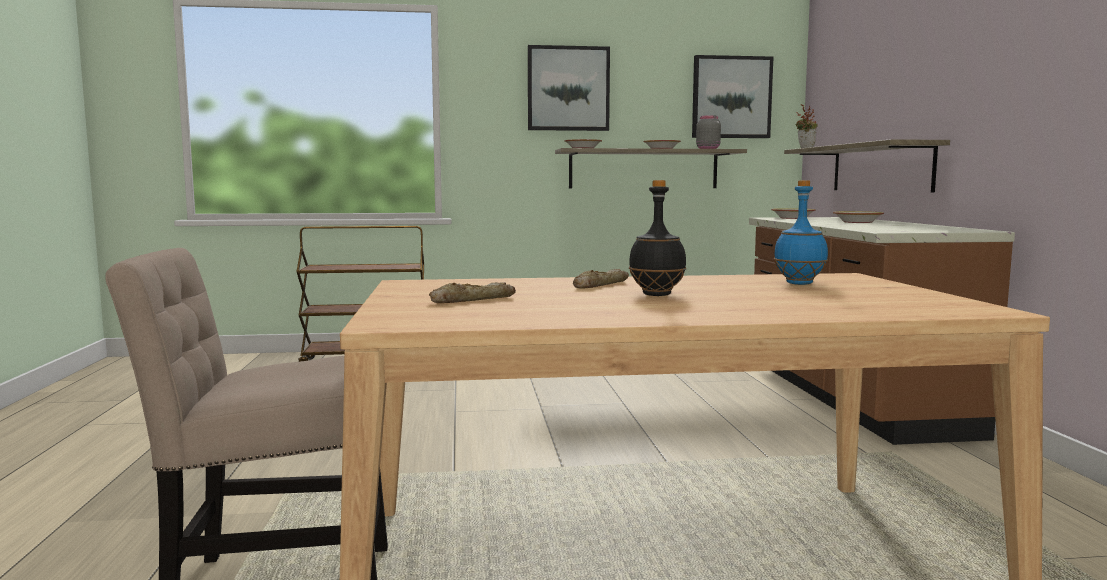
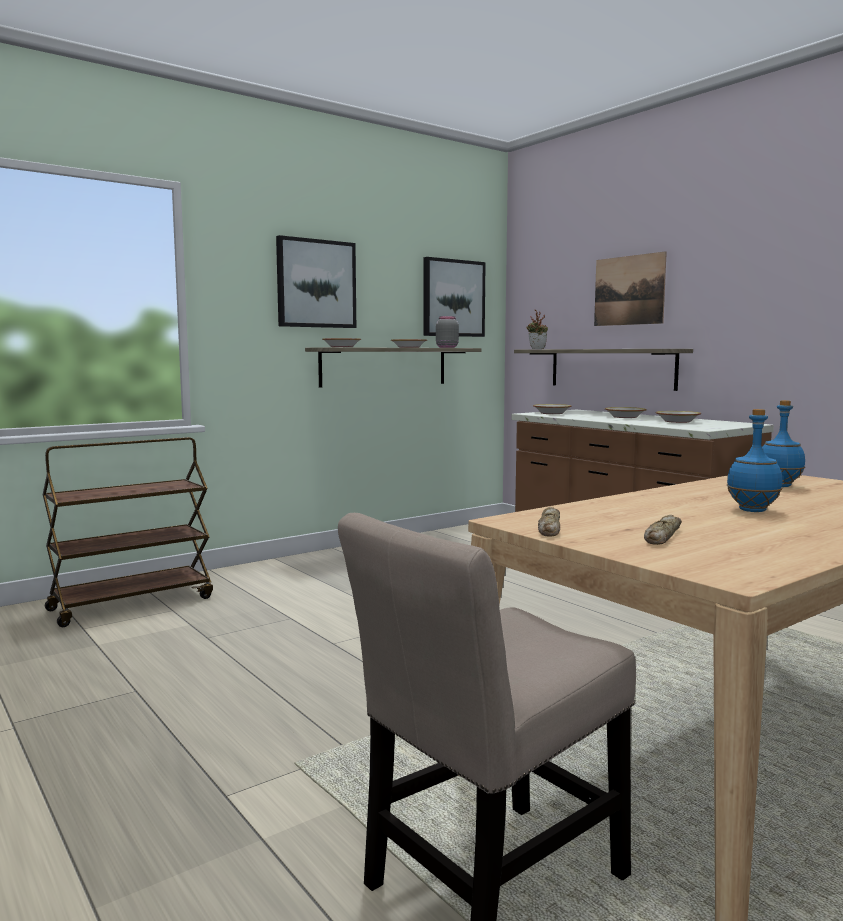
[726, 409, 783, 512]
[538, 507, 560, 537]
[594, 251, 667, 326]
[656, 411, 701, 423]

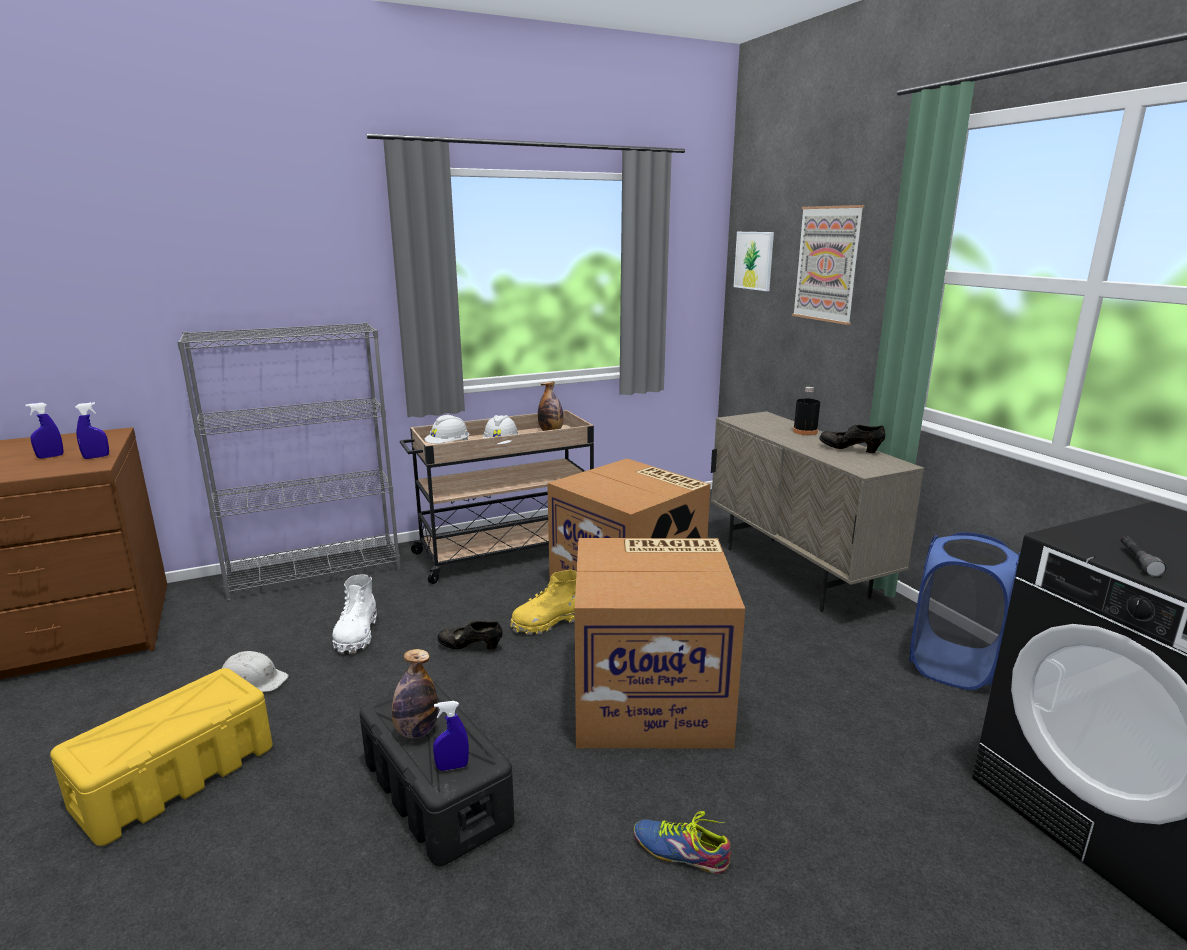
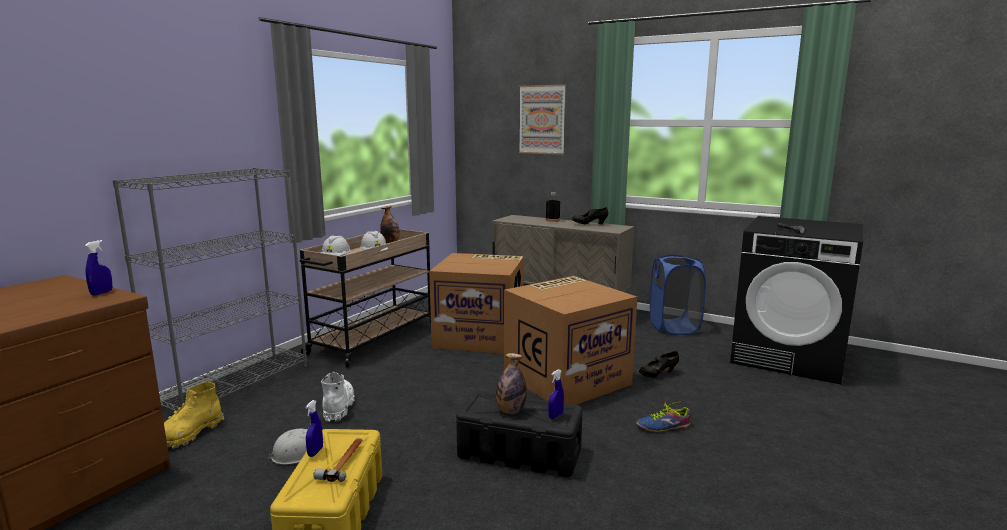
[734, 232, 774, 291] (first image)
[305, 400, 323, 457]
[164, 382, 224, 449]
[321, 372, 355, 422]
[639, 351, 679, 378]
[313, 438, 362, 482]

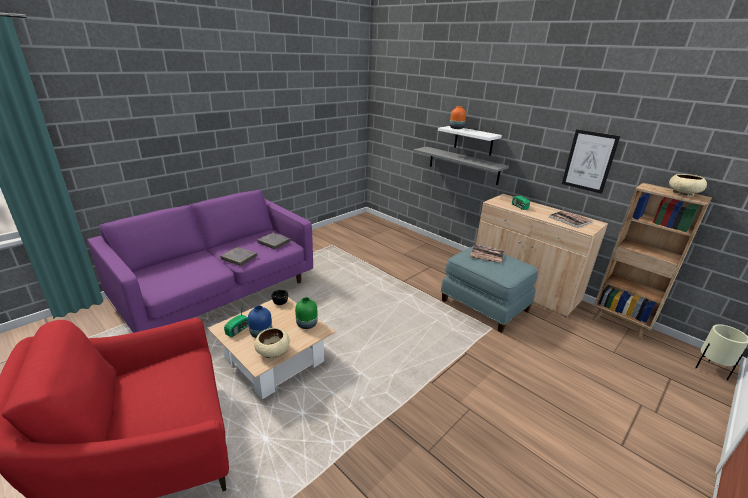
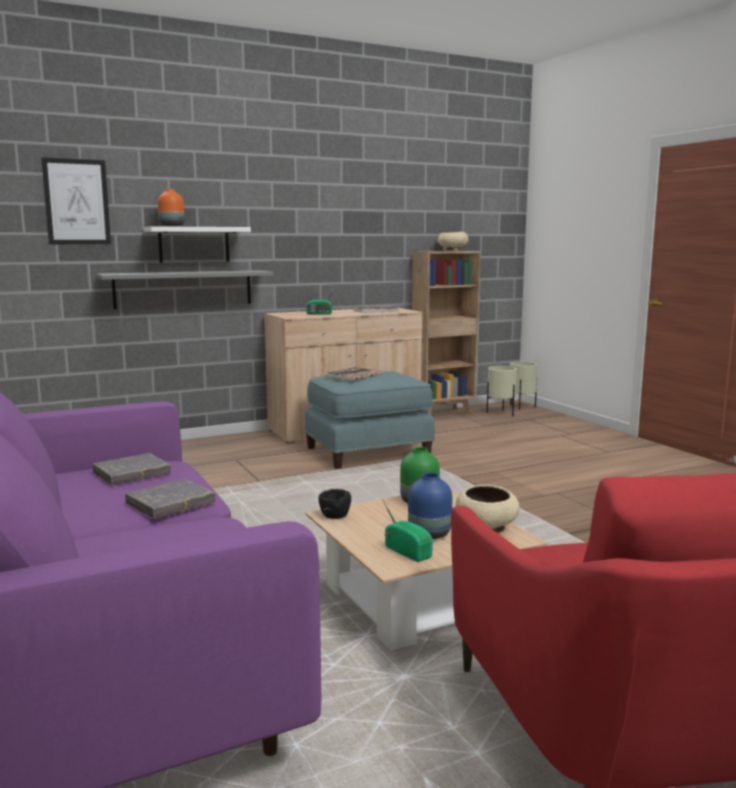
[41, 158, 111, 244]
[487, 366, 517, 416]

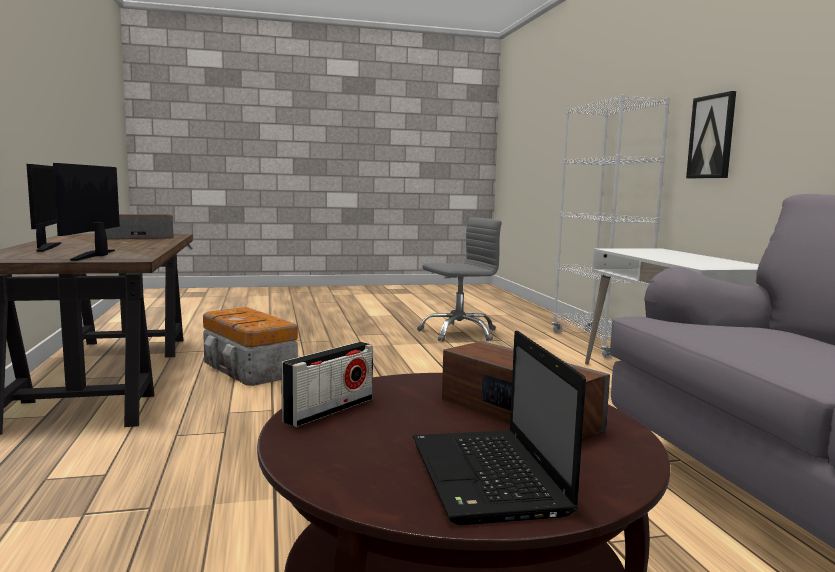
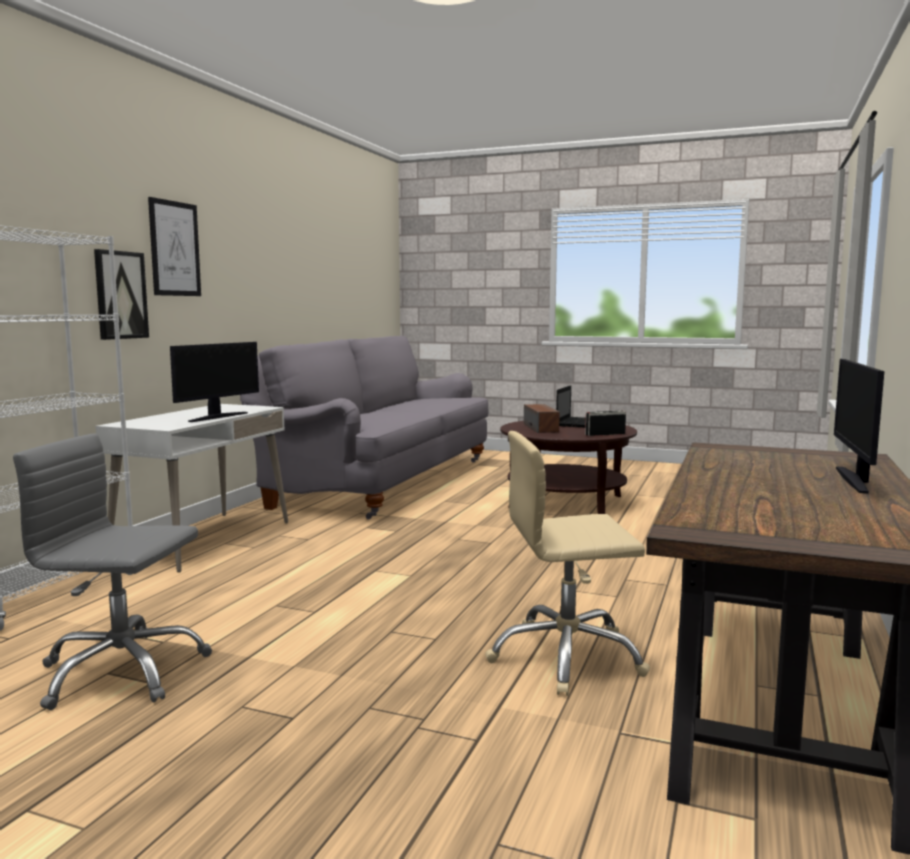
[170, 342, 259, 422]
[105, 214, 173, 239] (first image)
[485, 431, 650, 696]
[148, 197, 201, 296]

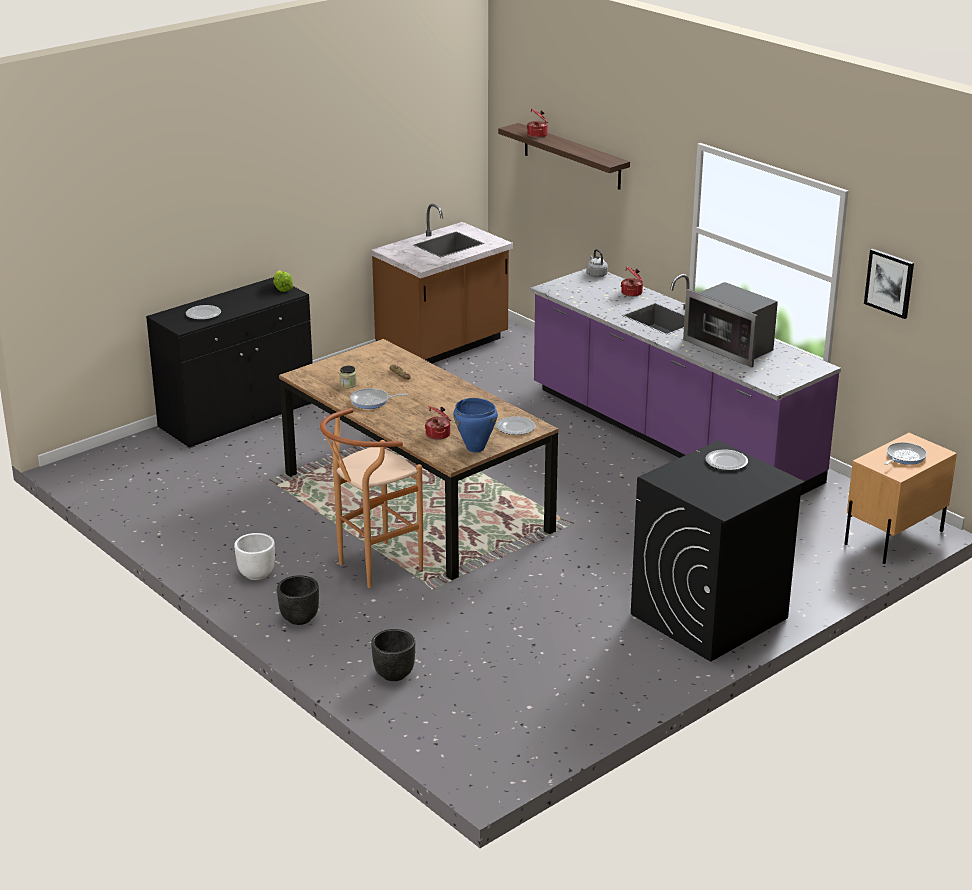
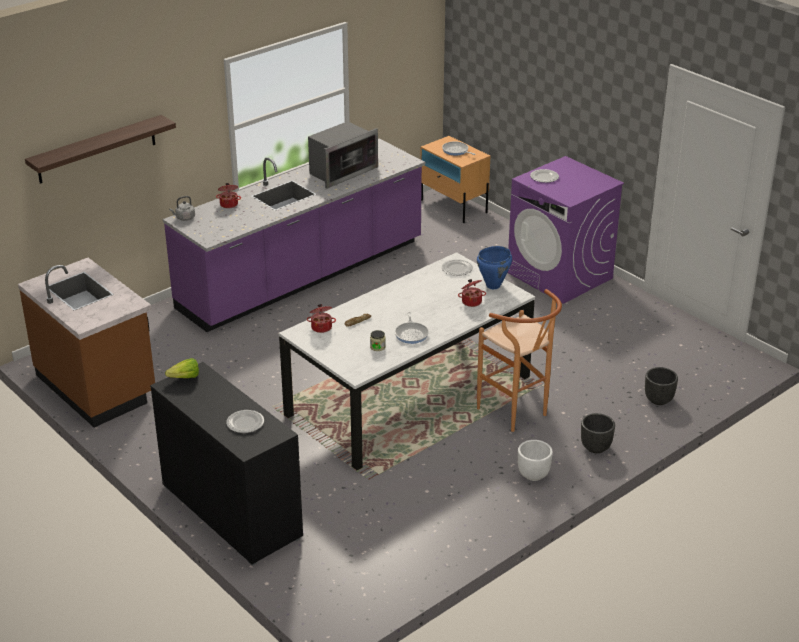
[307, 304, 336, 333]
[864, 249, 914, 319] (first image)
[279, 252, 535, 471]
[507, 156, 624, 304]

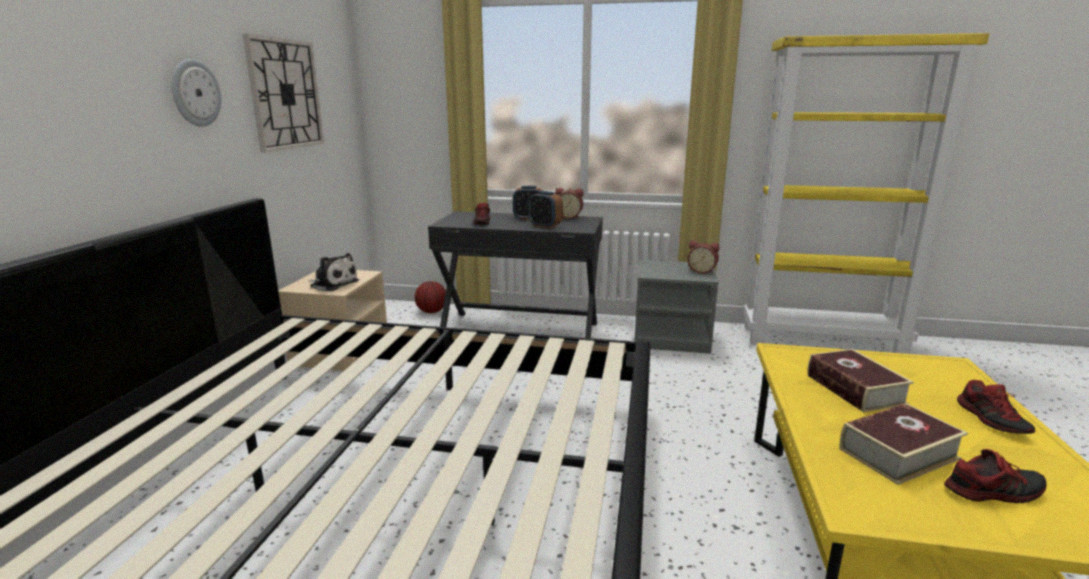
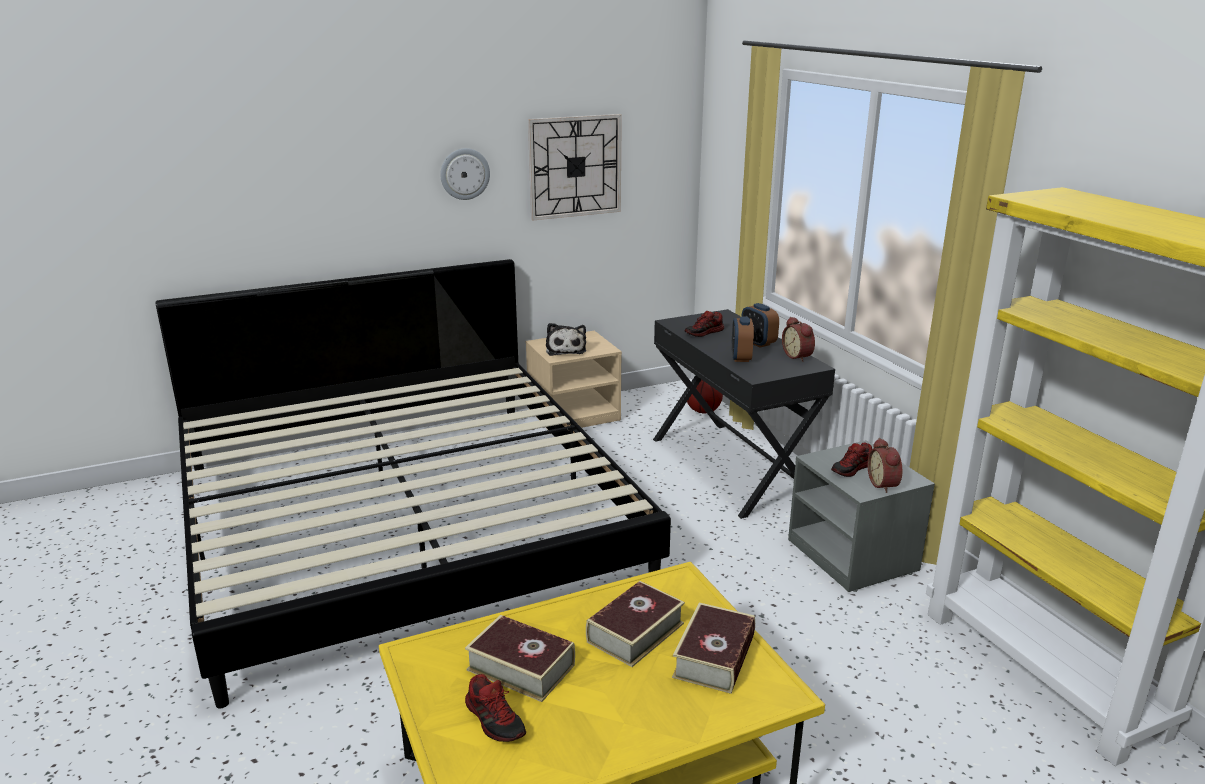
[831, 442, 872, 477]
[672, 602, 755, 694]

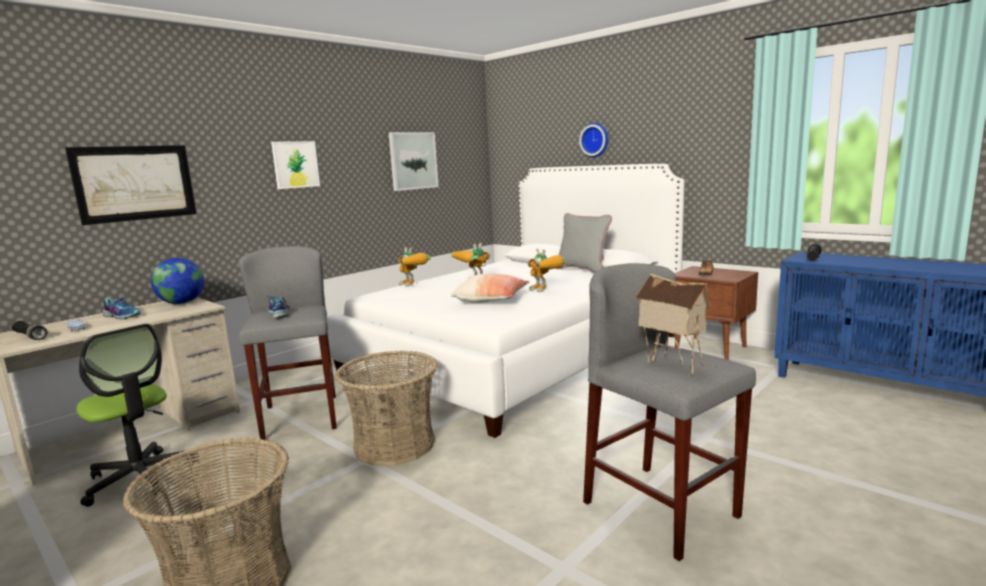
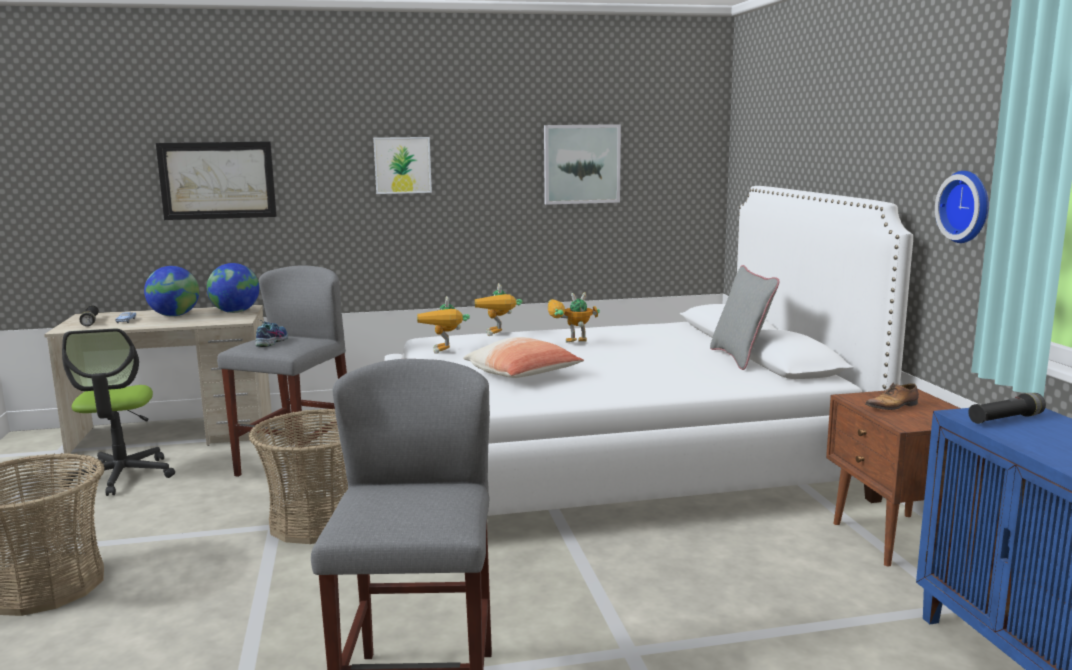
[935, 171, 989, 243]
[417, 296, 470, 354]
[635, 274, 712, 375] (first image)
[144, 266, 199, 317]

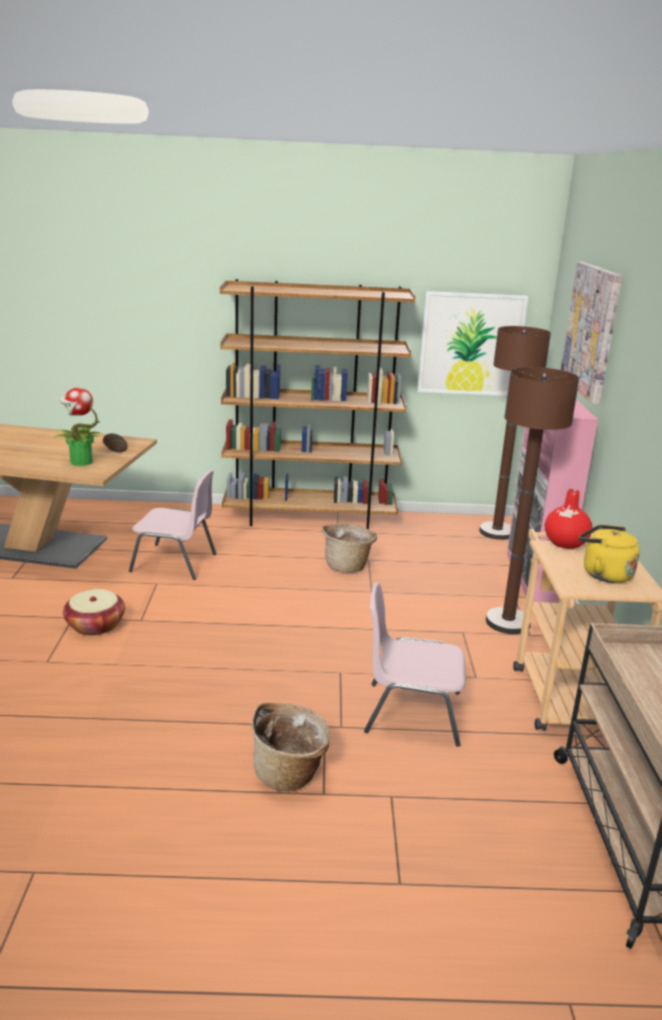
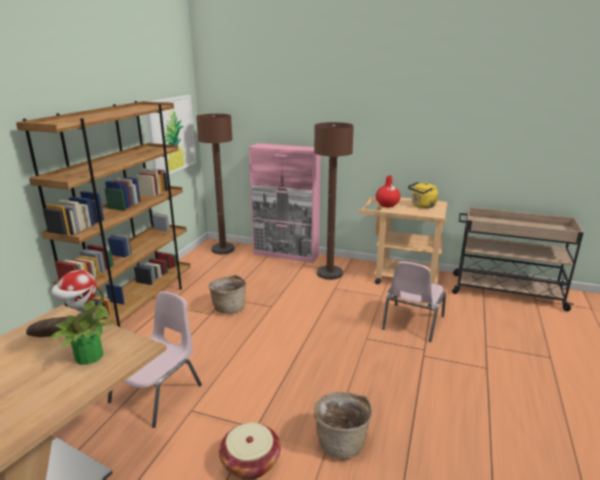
[561, 262, 623, 404] (first image)
[313, 392, 372, 459]

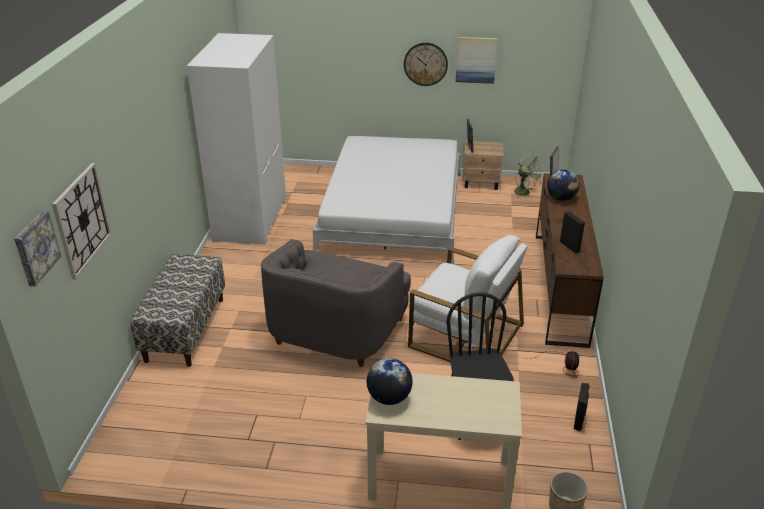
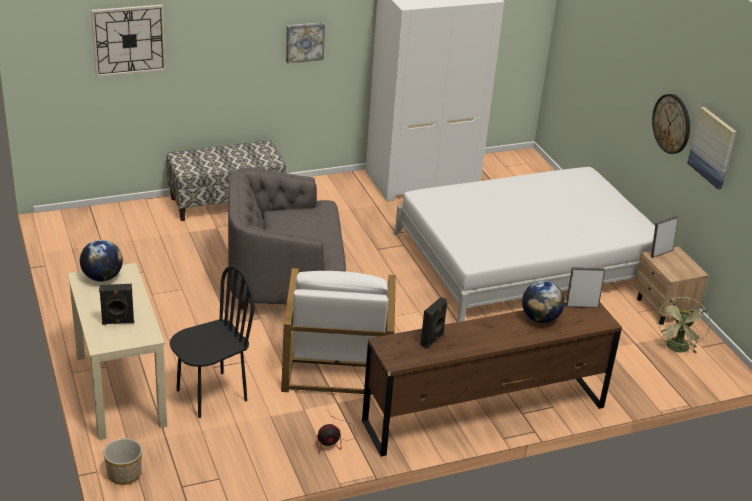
[286, 22, 325, 63]
[99, 284, 134, 325]

